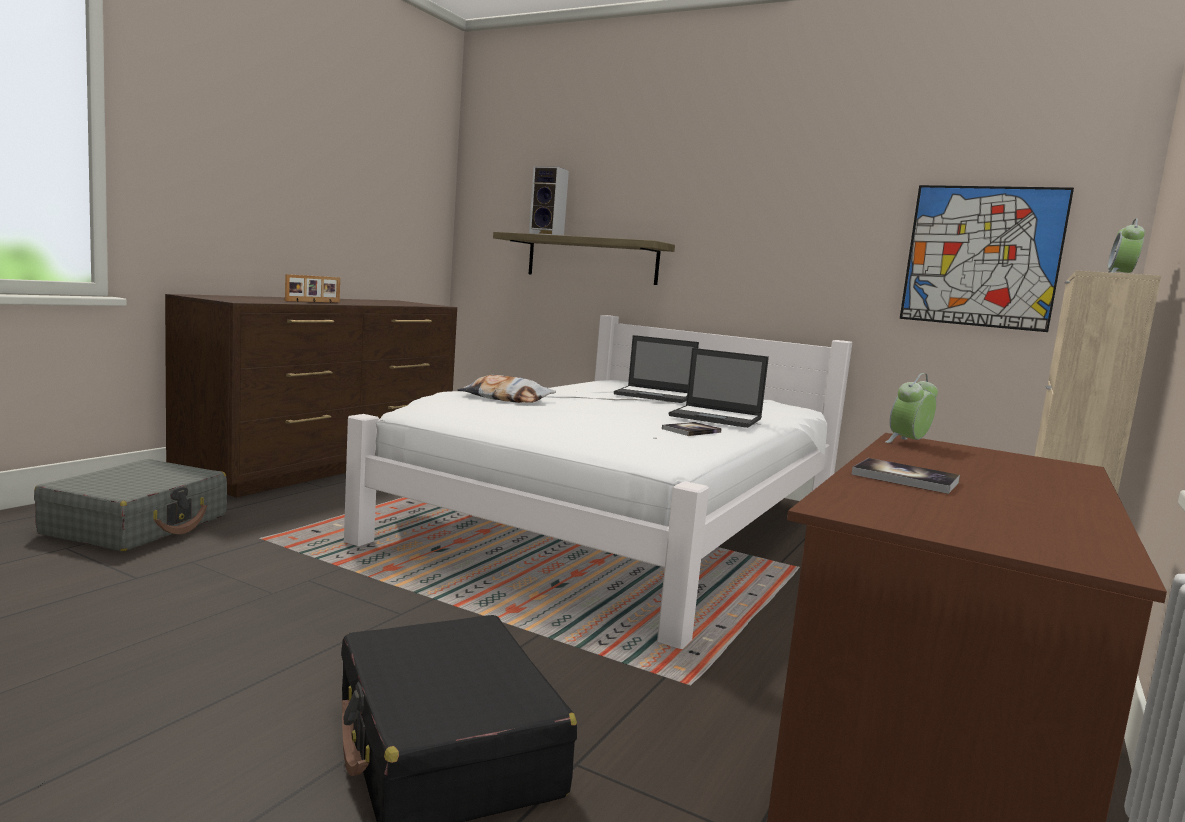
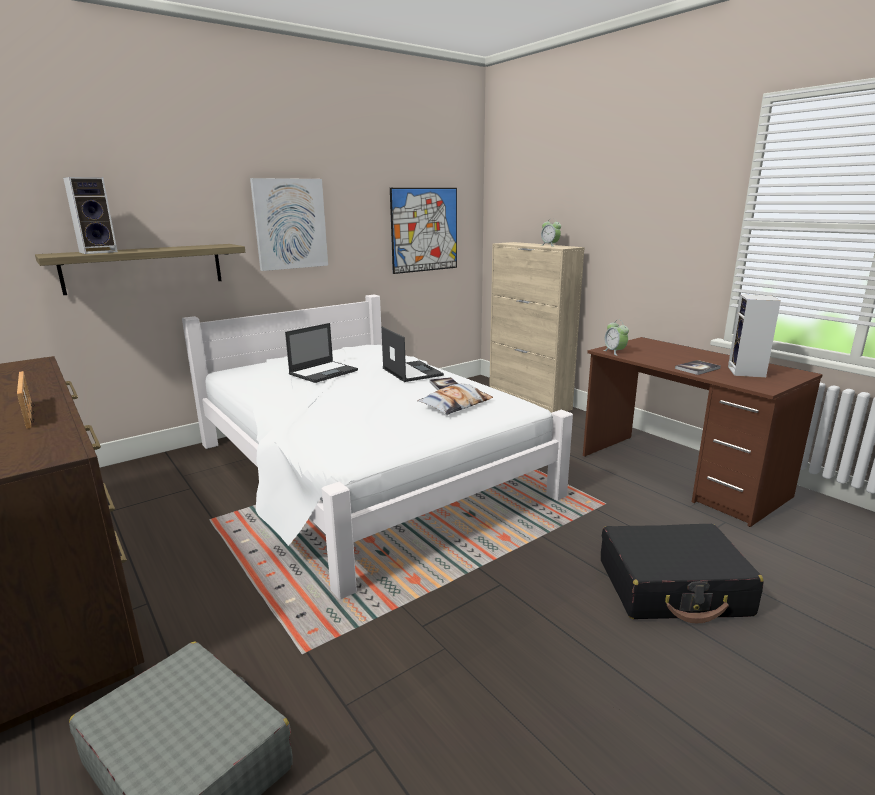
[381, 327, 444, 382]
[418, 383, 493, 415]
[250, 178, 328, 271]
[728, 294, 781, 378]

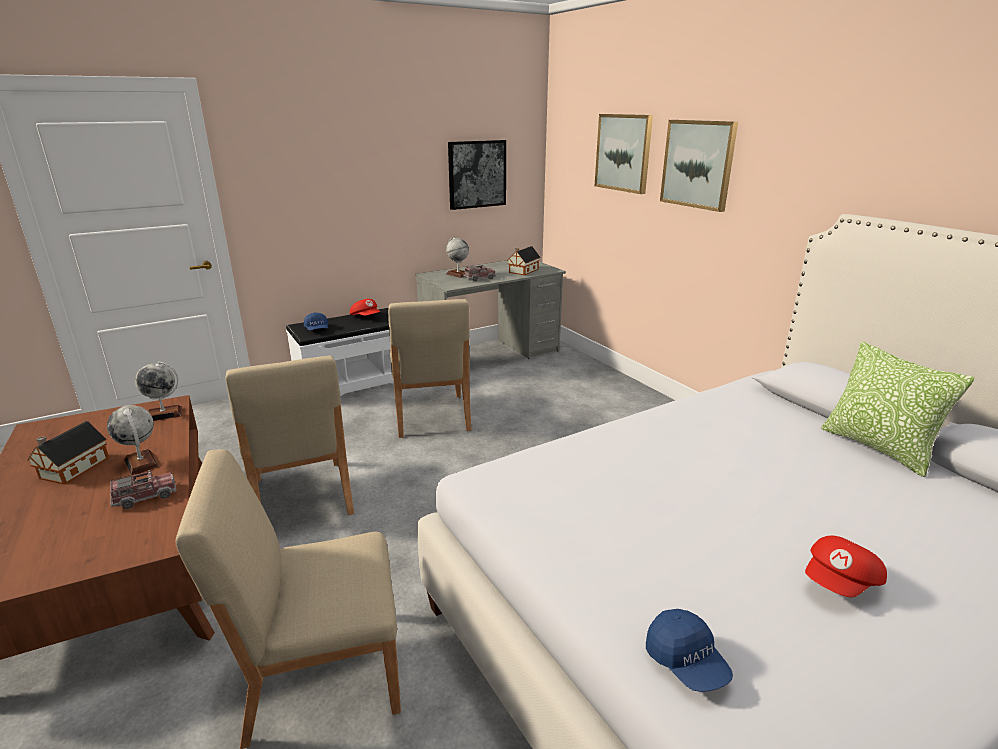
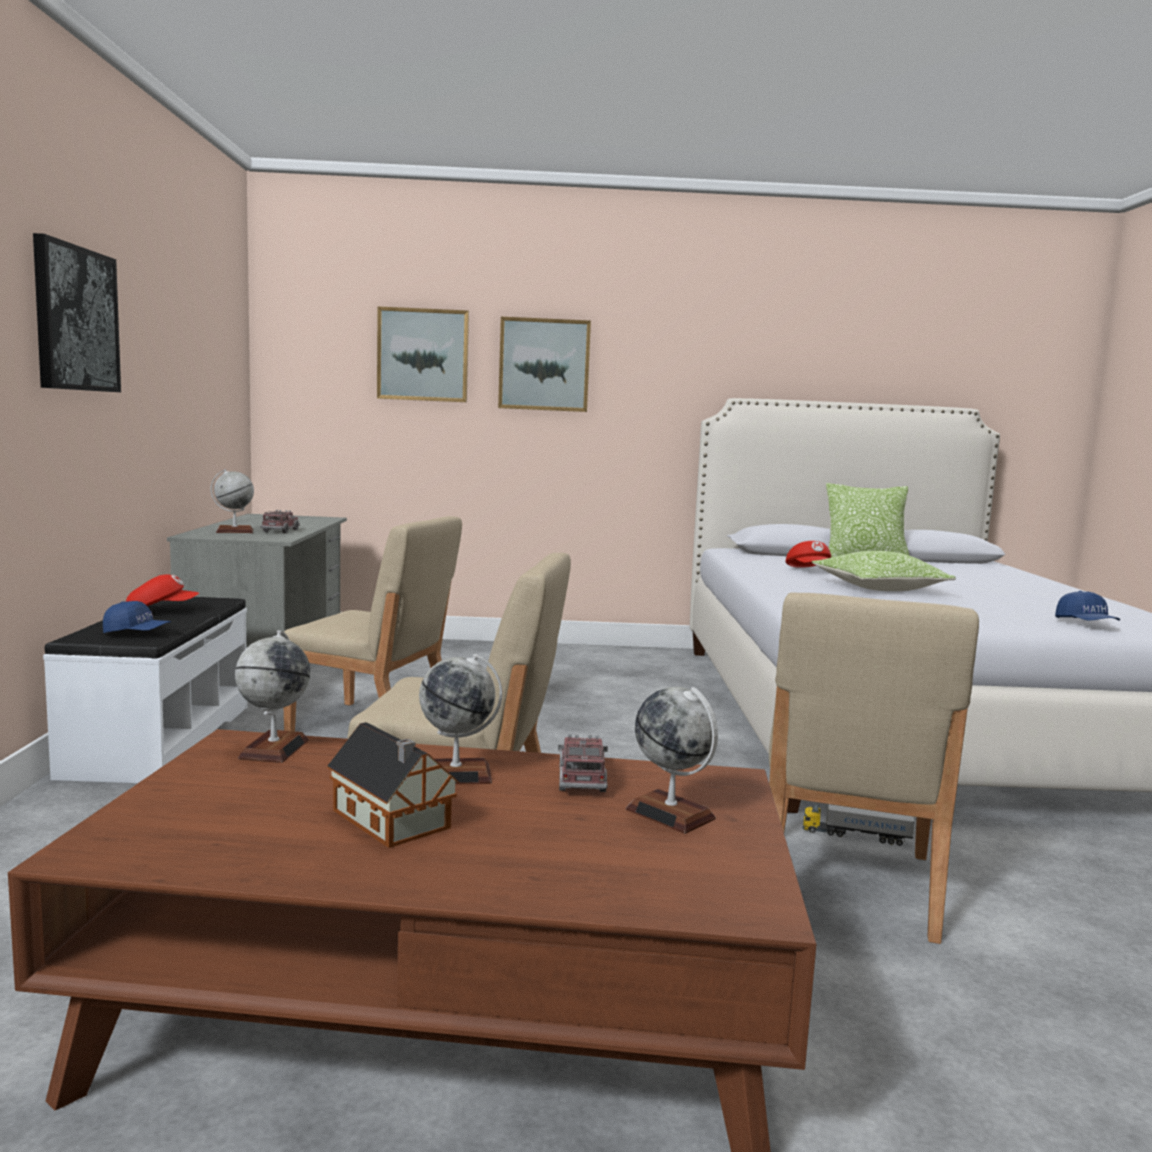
[33, 233, 121, 392]
[507, 246, 541, 275] (first image)
[785, 541, 831, 568]
[1055, 591, 1120, 621]
[812, 551, 956, 591]
[626, 687, 718, 834]
[803, 804, 915, 846]

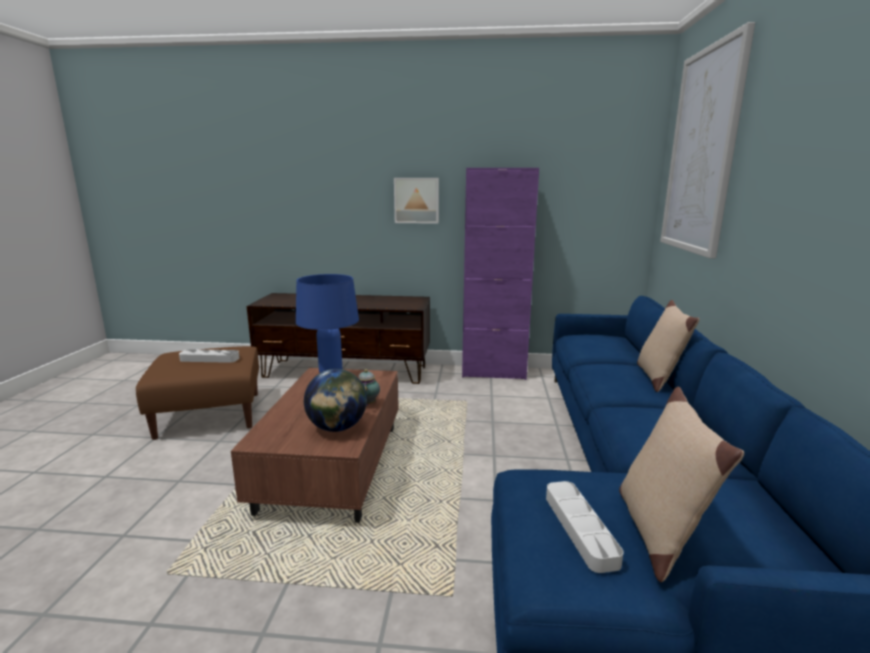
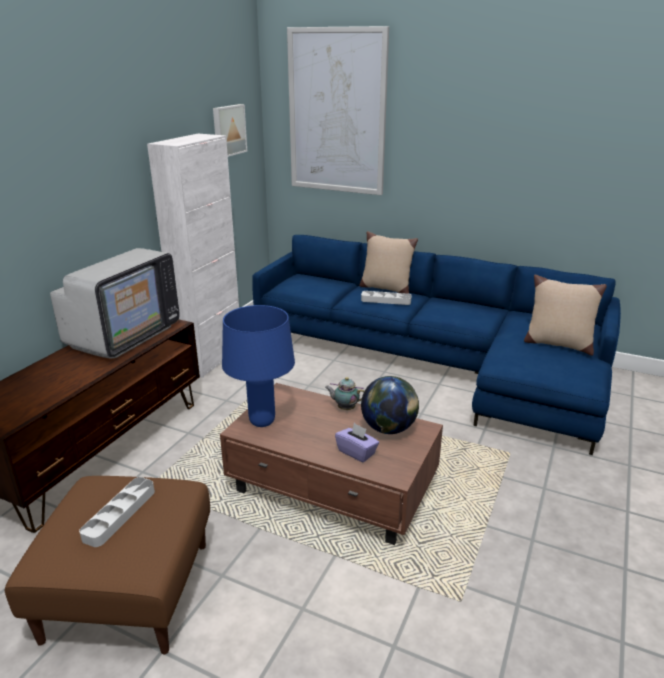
[147, 134, 239, 378]
[213, 104, 247, 157]
[361, 291, 412, 305]
[50, 248, 180, 358]
[335, 423, 379, 463]

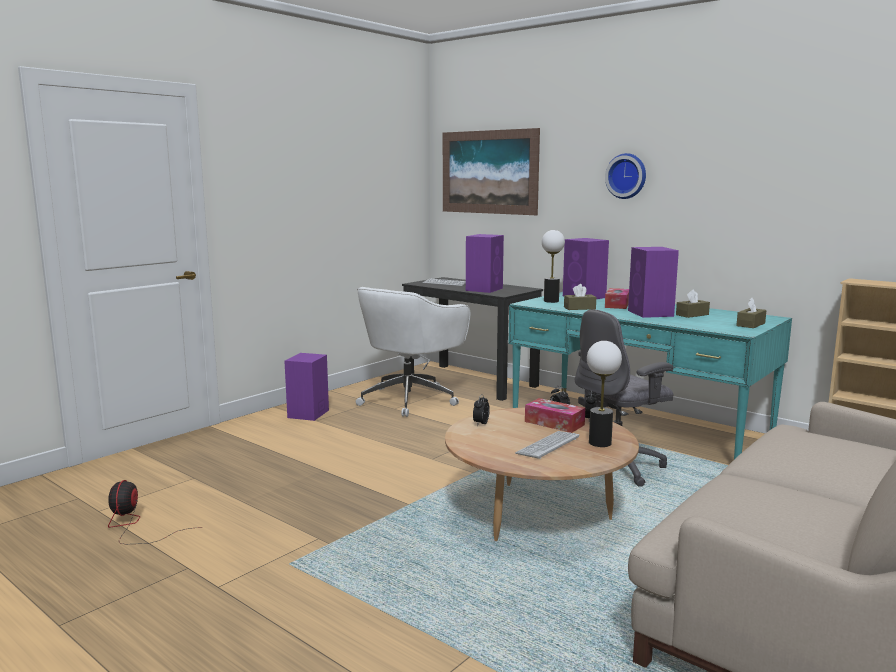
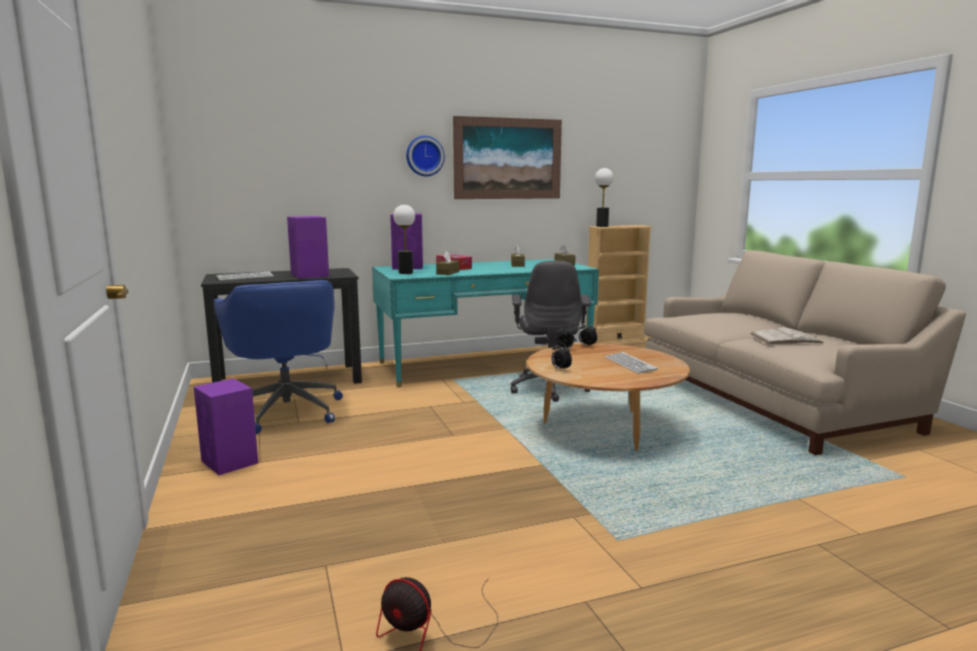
[453, 116, 562, 199]
[628, 247, 679, 318] (first image)
[214, 280, 343, 434]
[595, 168, 614, 227]
[525, 398, 585, 433] (first image)
[750, 327, 824, 344]

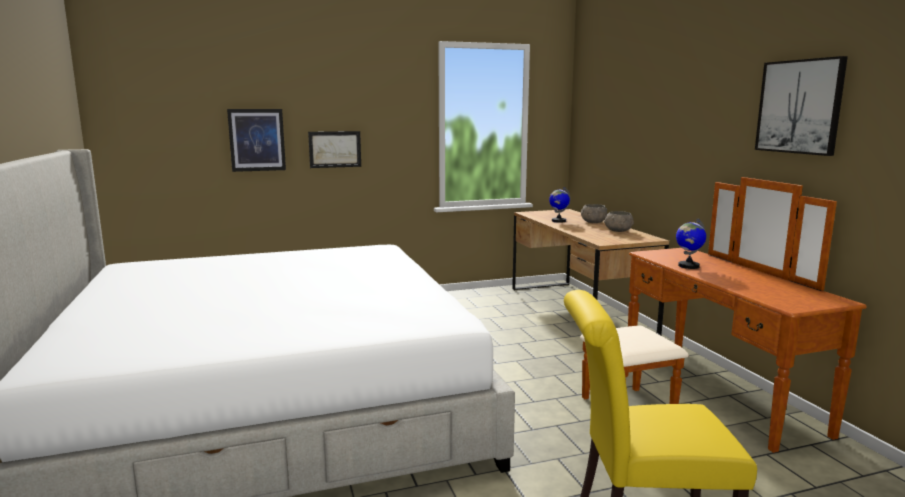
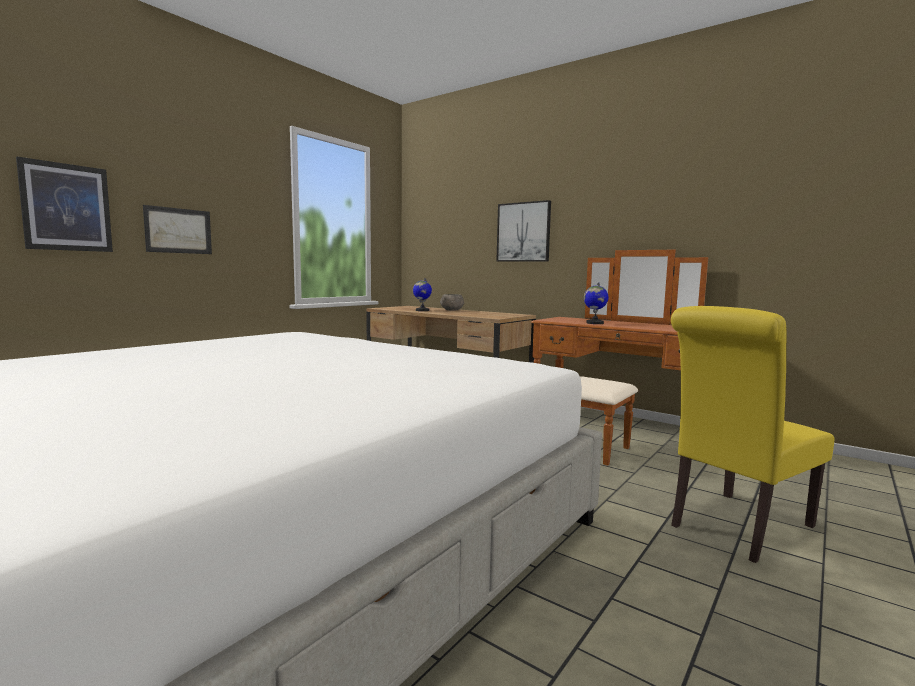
[496, 200, 551, 262]
[604, 211, 634, 232] (first image)

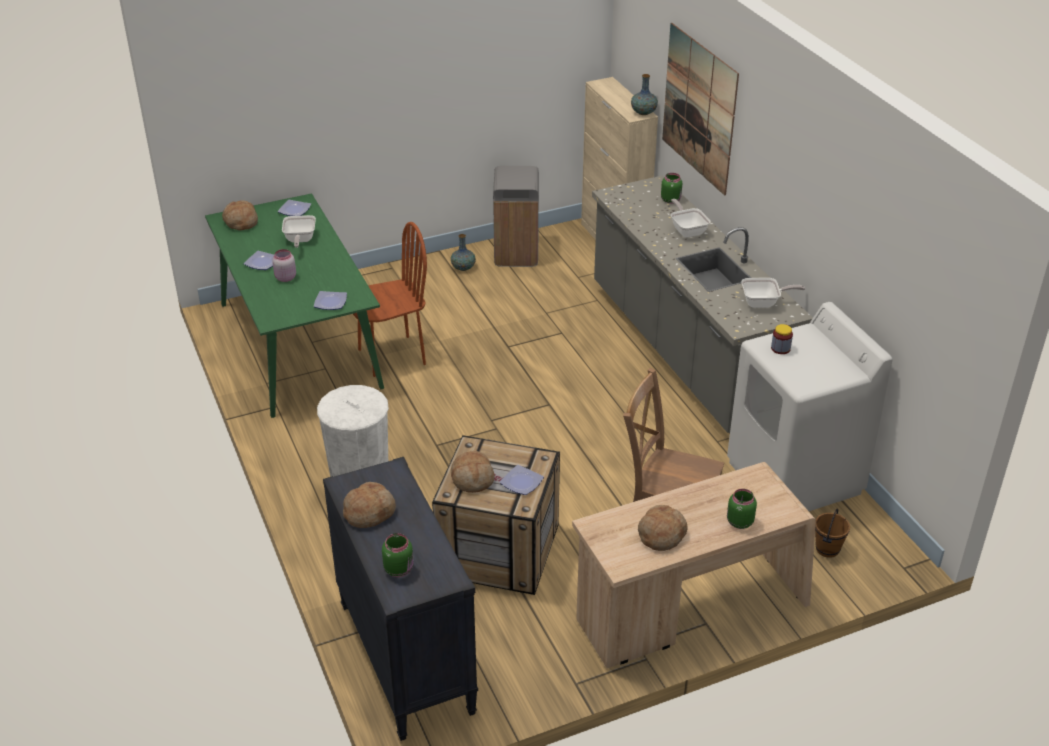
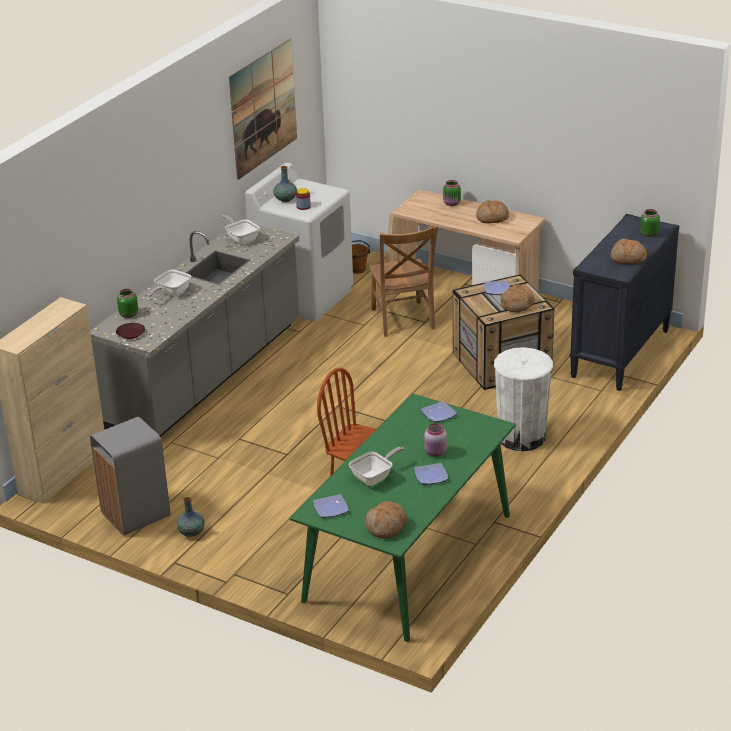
[229, 39, 297, 180]
[273, 166, 297, 202]
[116, 323, 145, 339]

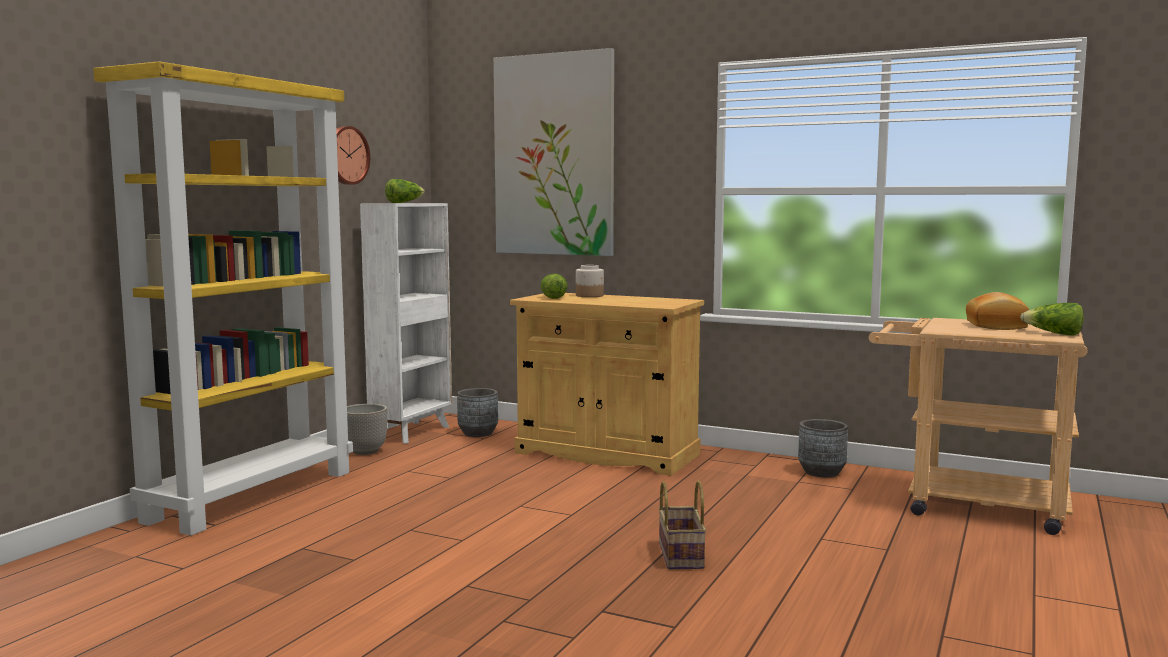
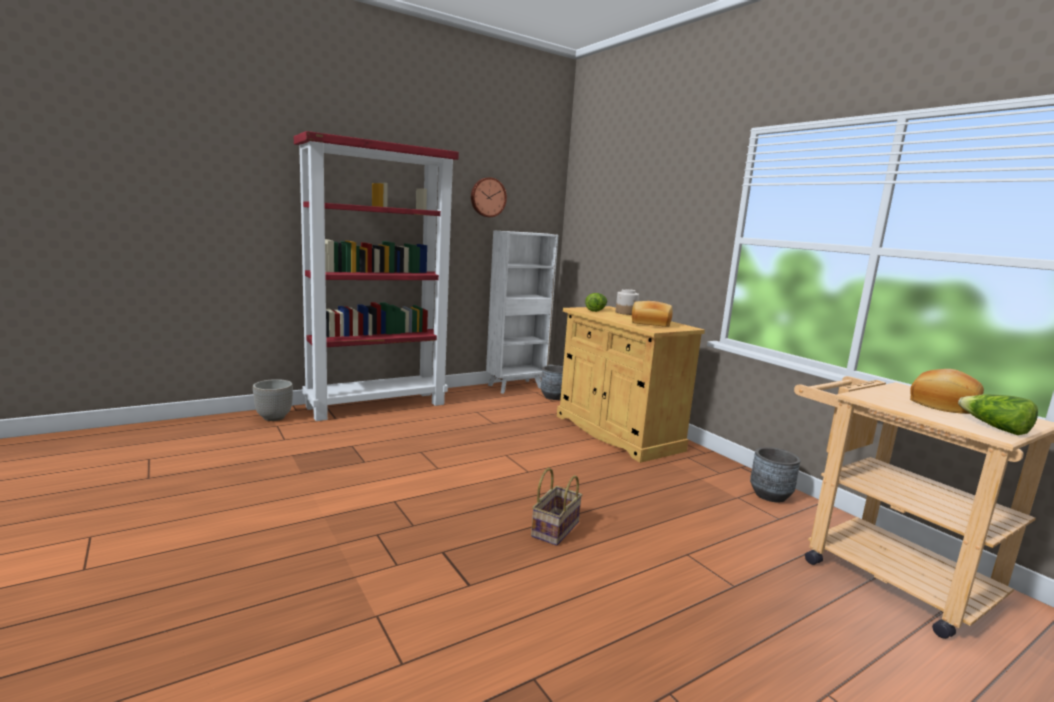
[493, 48, 614, 256] (first image)
[294, 131, 459, 421]
[385, 179, 425, 203] (first image)
[253, 379, 293, 421]
[632, 301, 672, 327]

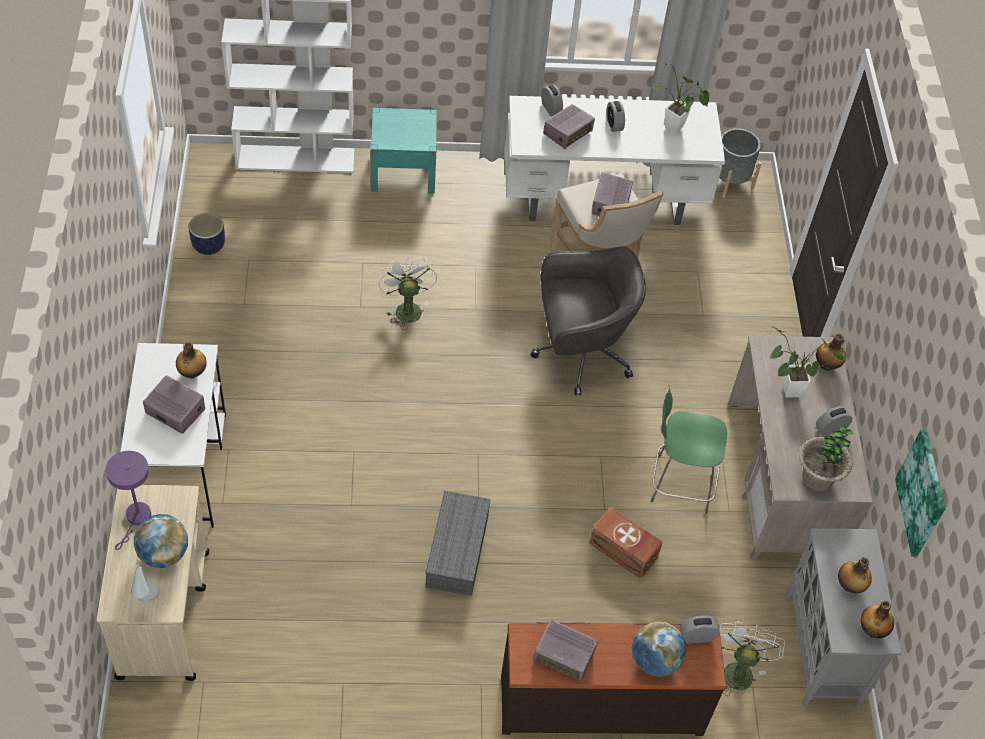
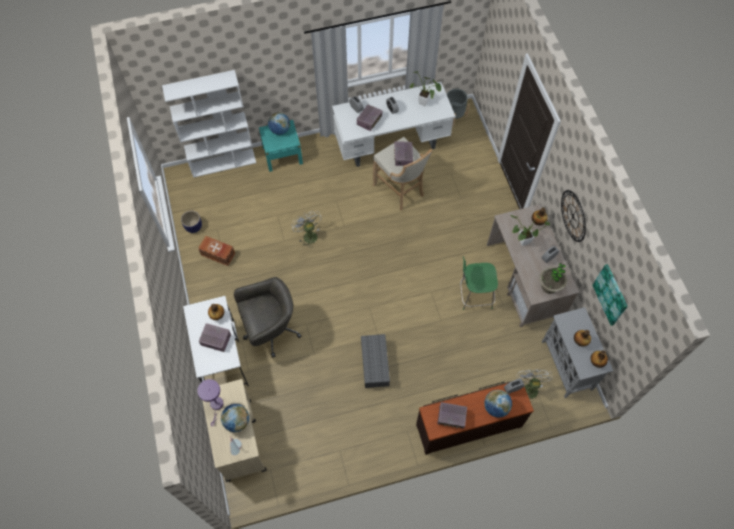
[234, 277, 302, 358]
[198, 236, 235, 266]
[268, 112, 290, 135]
[561, 190, 586, 242]

